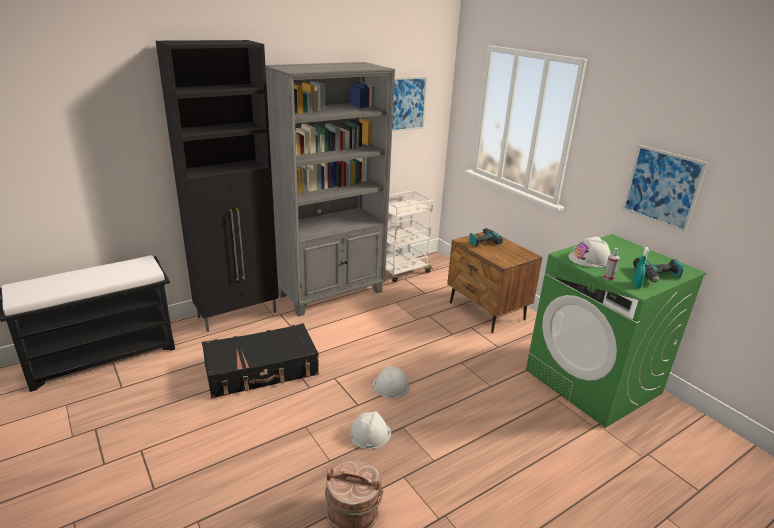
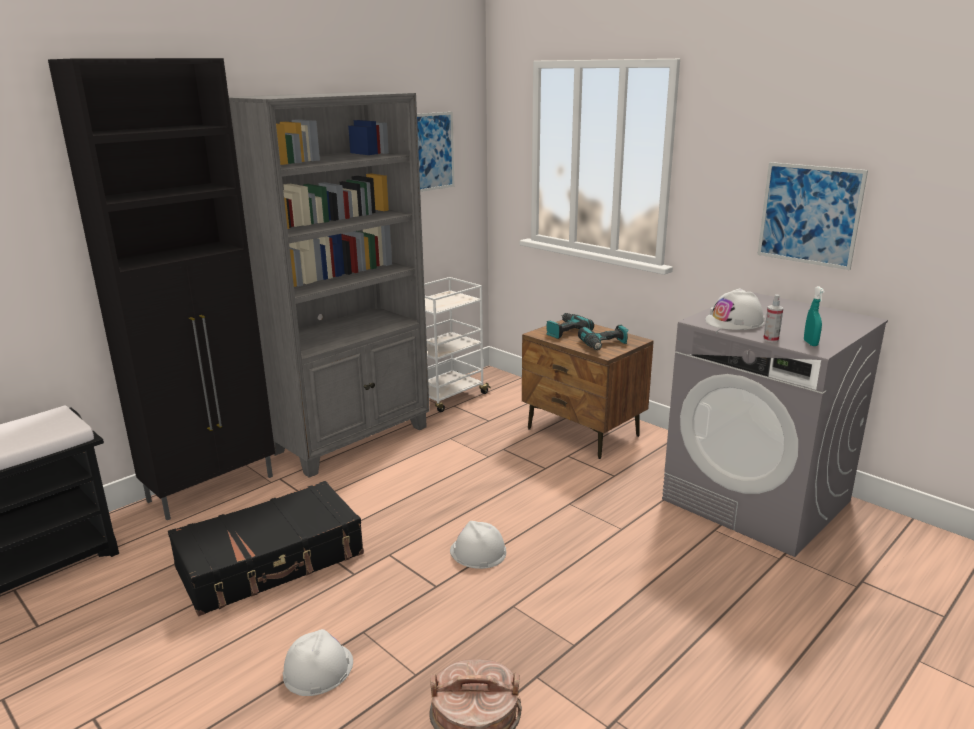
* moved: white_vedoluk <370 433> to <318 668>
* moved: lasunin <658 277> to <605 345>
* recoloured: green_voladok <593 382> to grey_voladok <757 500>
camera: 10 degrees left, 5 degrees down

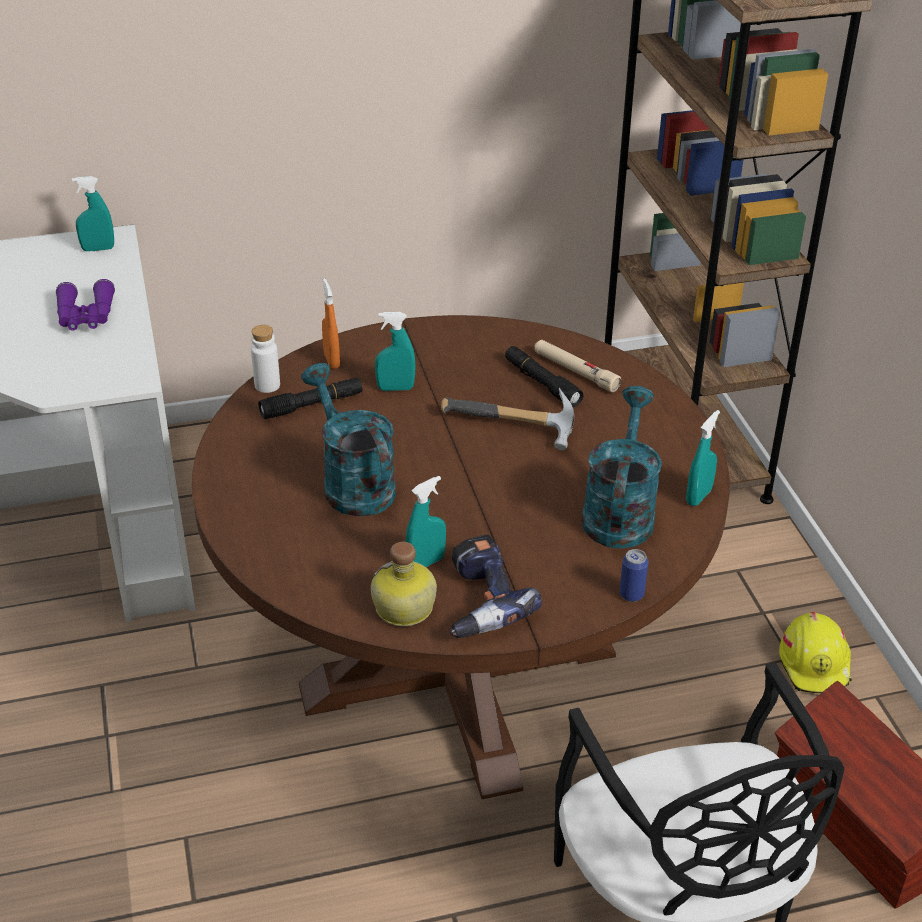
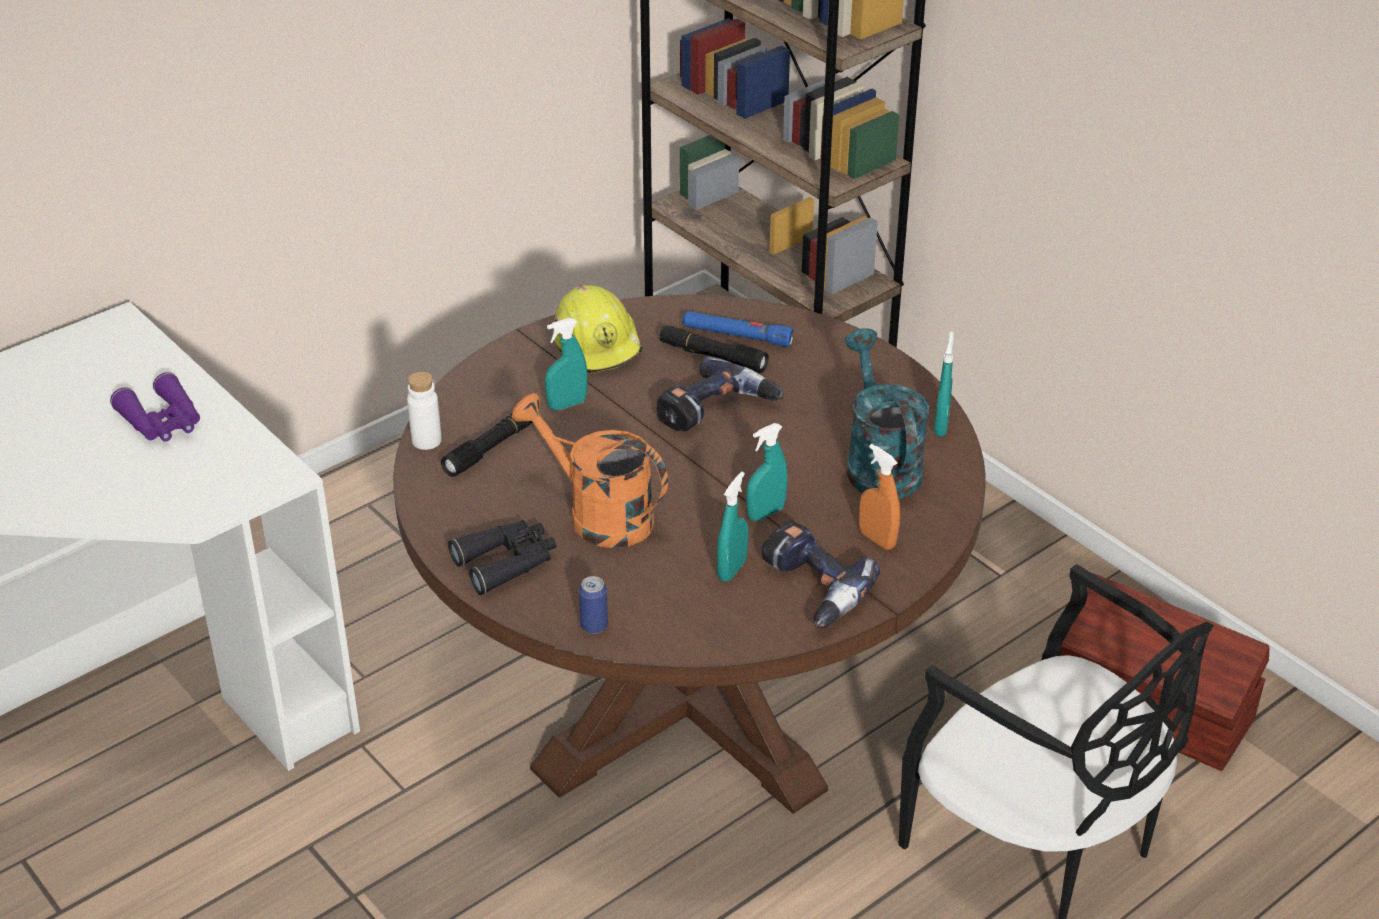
* removed: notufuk <403 609>
* added: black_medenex <507 562>
* moved: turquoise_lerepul <98 249> to <765 513>
* moved: orange_lerepul <331 360> to <877 539>
* moved: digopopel <631 594> to <594 626>
* moved: yellow_vedoluk <815 664> to <599 344>
* replaced: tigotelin <512 429> to lasunin <717 412>
* recoloured: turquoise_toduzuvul <352 483> to orange_toduzuvul <598 515>
* recoloured: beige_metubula <575 371> to blue_metubula <736 335>
camera: 25 degrees left, 0 degrees up

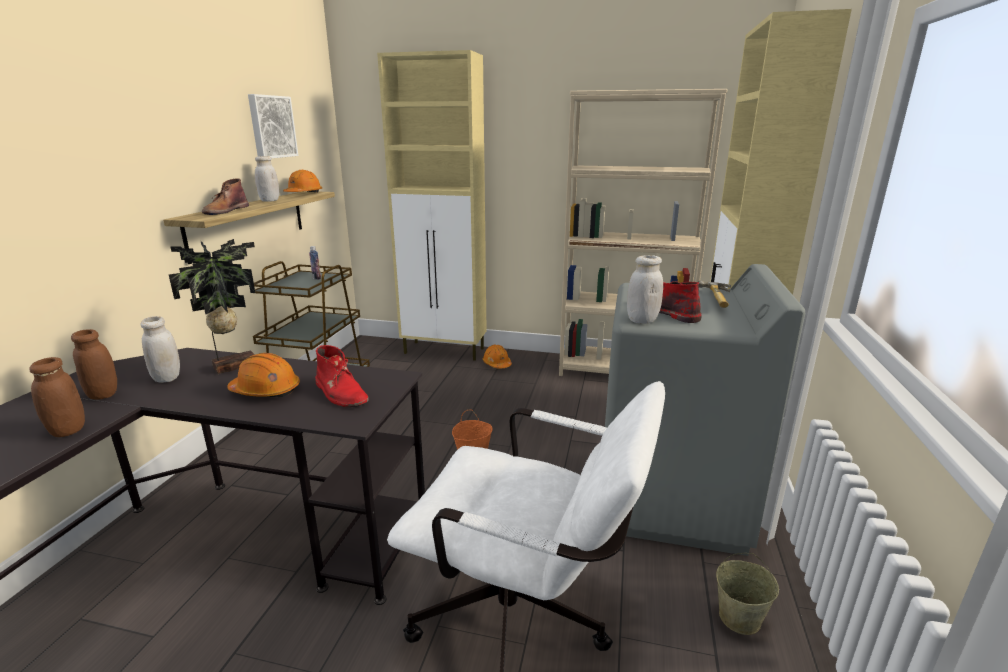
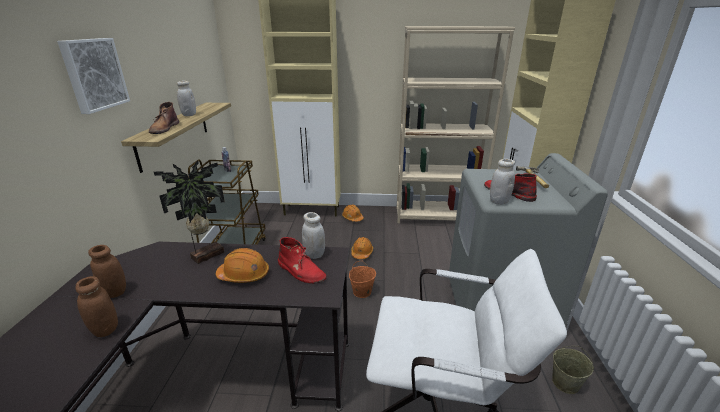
* moved: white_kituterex <167 378> to <314 254>
* moved: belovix <271 127> to <94 74>
* moved: orange_vedoluk <304 194> to <362 253>
camera: 10 degrees left, 5 degrees up

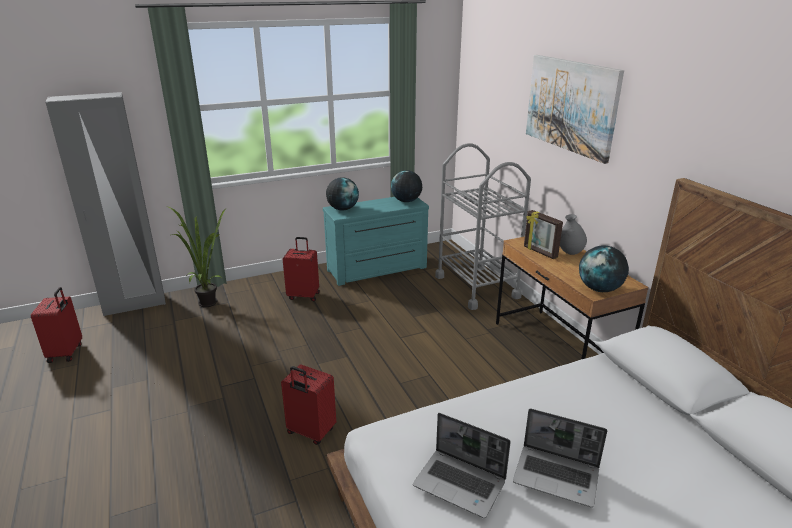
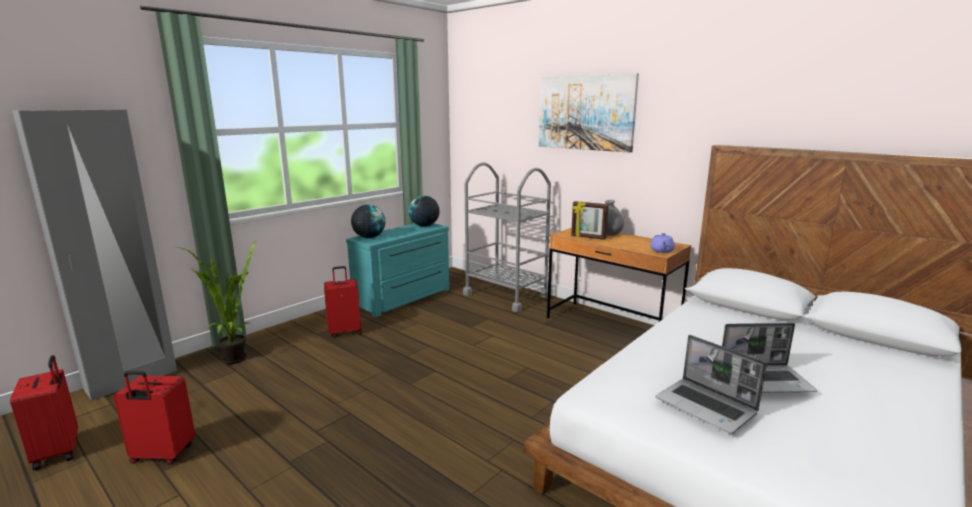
* moved: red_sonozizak <310 432> to <162 455>
* replaced: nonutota <599 289> to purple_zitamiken <661 251>
* turned: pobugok <461 483> = <706 406> 45 degrees clockwise
camera: 25 degrees left, 10 degrees down

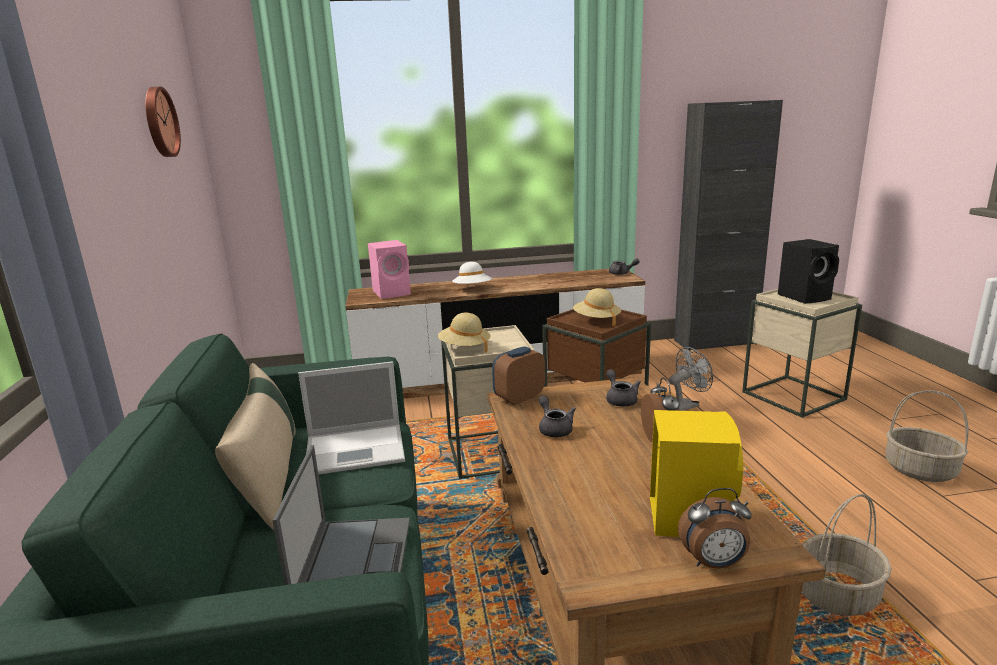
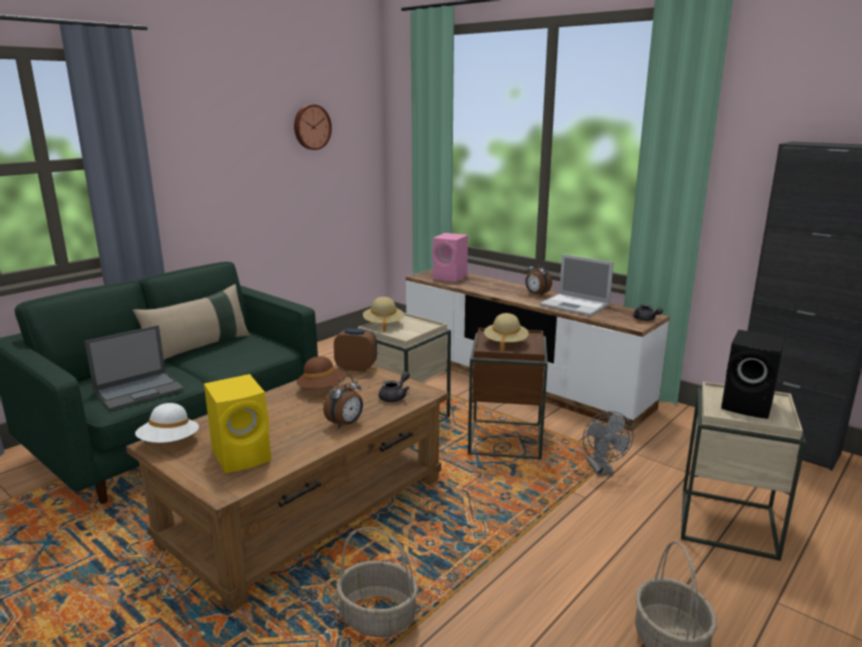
* moved: pobugok <357 449> to <576 305>
* moved: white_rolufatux <472 289> to <169 443>
* moved: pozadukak <713 563> to <536 294>
* replaced: grey_zitamiken <554 428> to brown_rolufatux <322 390>
* turned: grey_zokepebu <686 405> = <602 470> 60 degrees clockwise
camera: 50 degrees right, 0 degrees up

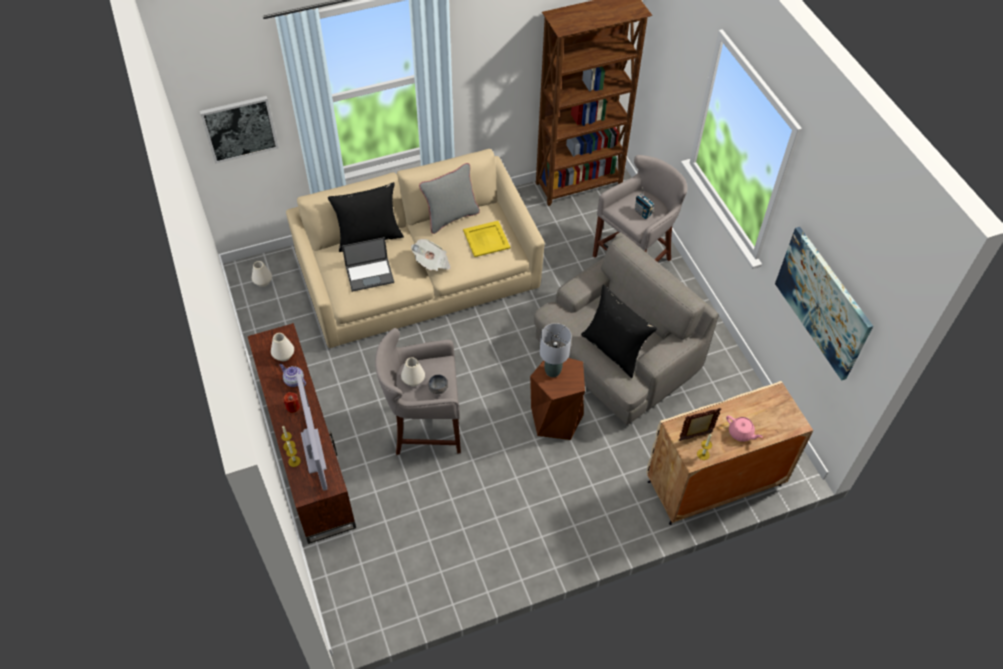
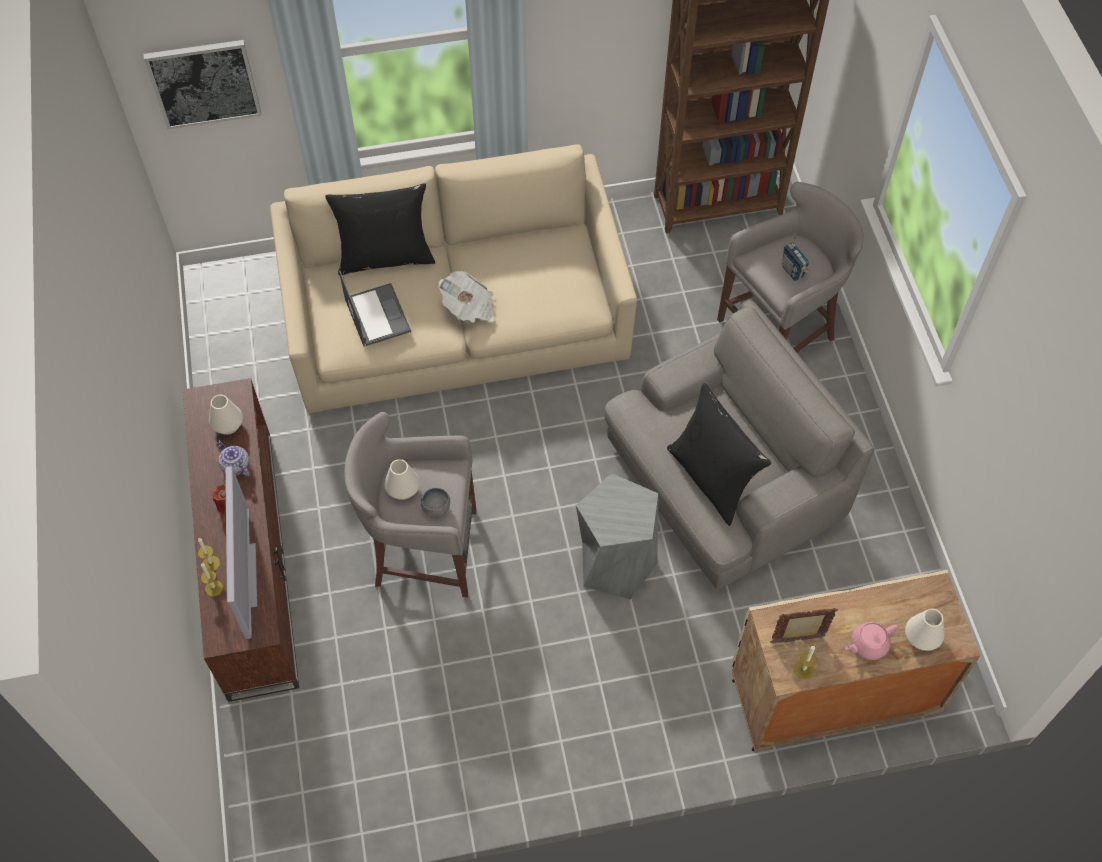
* removed: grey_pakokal <451 217>
* removed: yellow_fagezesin <486 239>
* removed: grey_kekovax <553 371>
* removed: belovix <823 302>
* moved: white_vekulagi <263 282> to <921 638>
* recoloured: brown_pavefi <556 418> to grey_pavefi <615 564>
* turned: pobugok <370 274> = <376 314> 105 degrees counterclockwise
* turned: pink_zitamiken <741 433> = <868 645> 105 degrees clockwise
camera: 10 degrees right, 5 degrees up

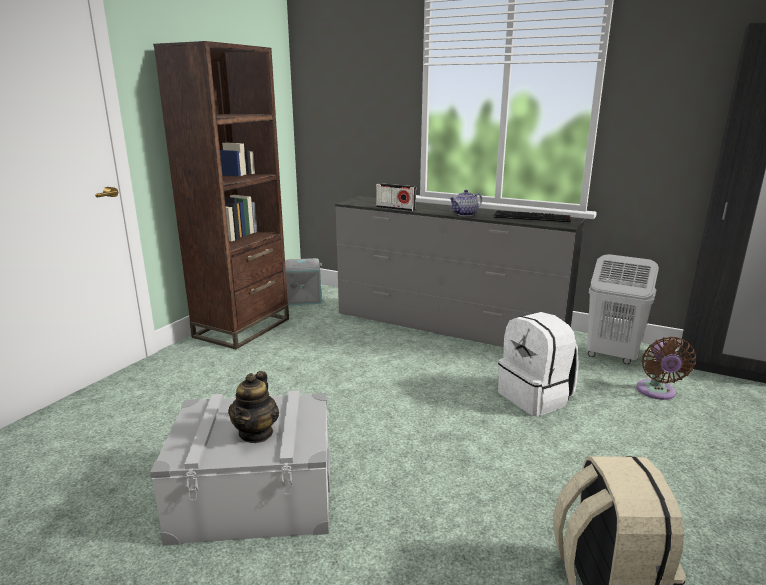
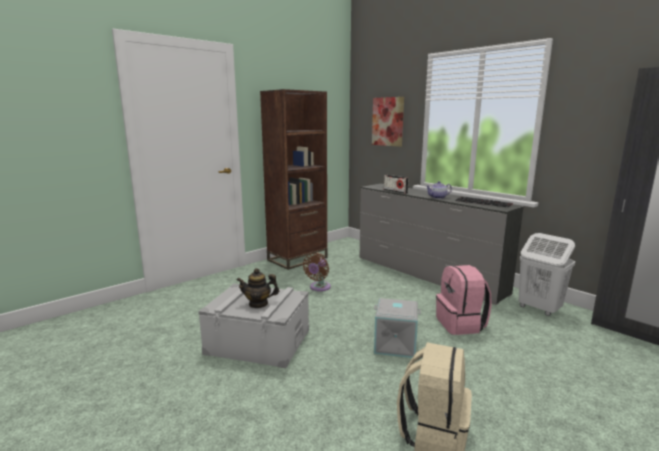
* added: belovix <388 121>
* moved: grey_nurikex <303 298> to <395 344>
* moved: brown_zokepebu <657 392> to <319 287>
* recoloured: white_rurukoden <535 397> to pink_rurukoden <461 324>
* turned: zitamiken <256 433> = <258 304> 60 degrees clockwise
camera: 20 degrees right, 5 degrees down

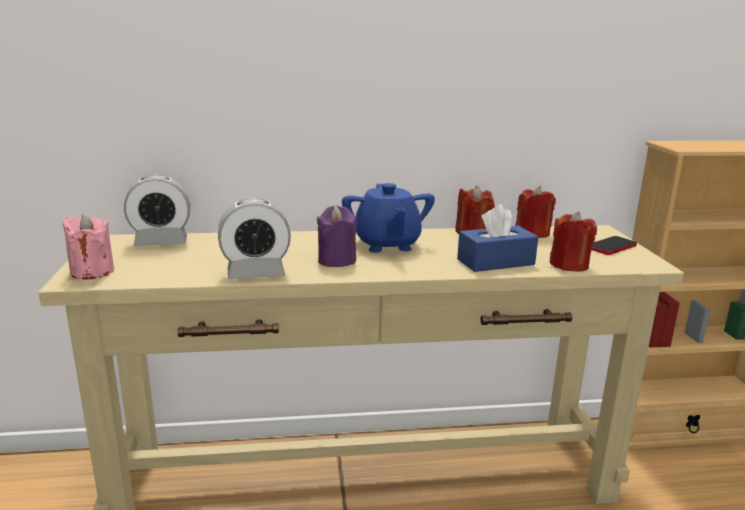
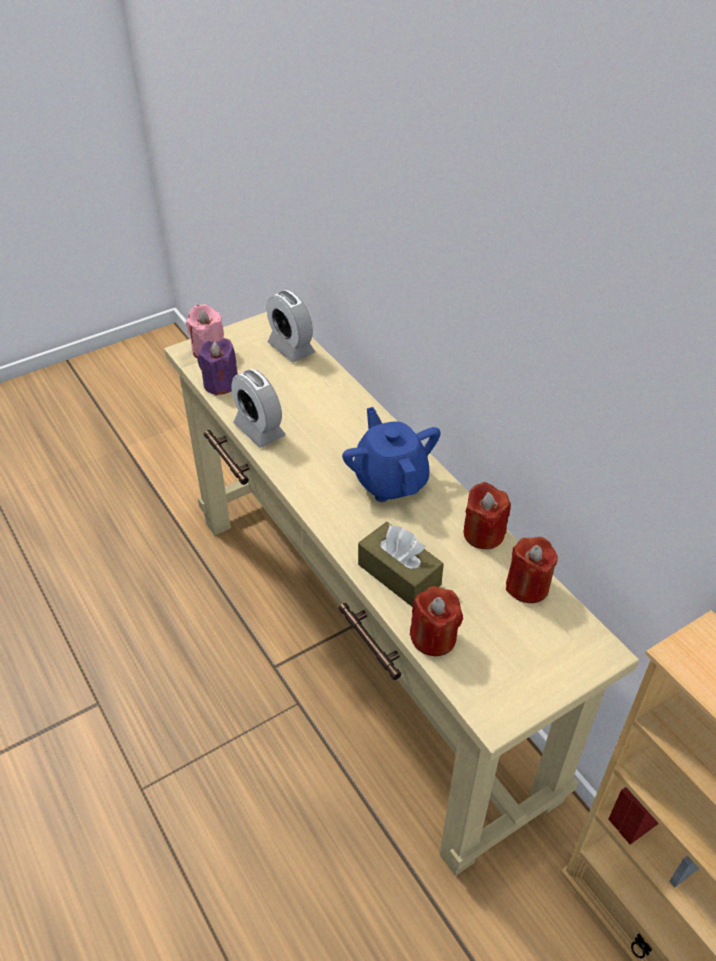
* removed: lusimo <611 246>
* moved: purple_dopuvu <337 260> to <221 384>
* recoloured: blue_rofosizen <495 262> to brown_rofosizen <399 574>
* turned: blue_zitamiken <387 244> = <390 480> 105 degrees clockwise
camera: 65 degrees right, 25 degrees up

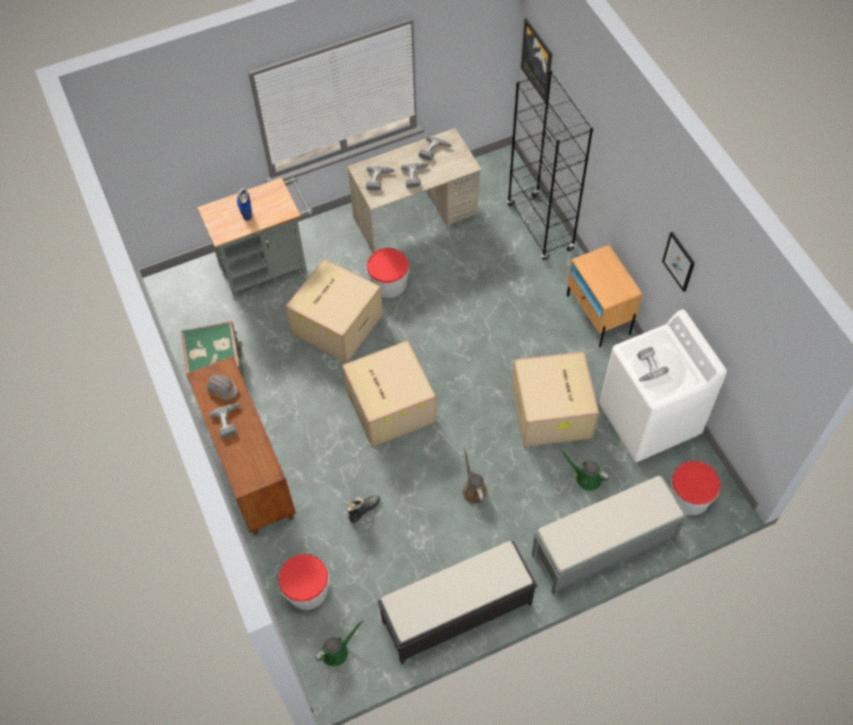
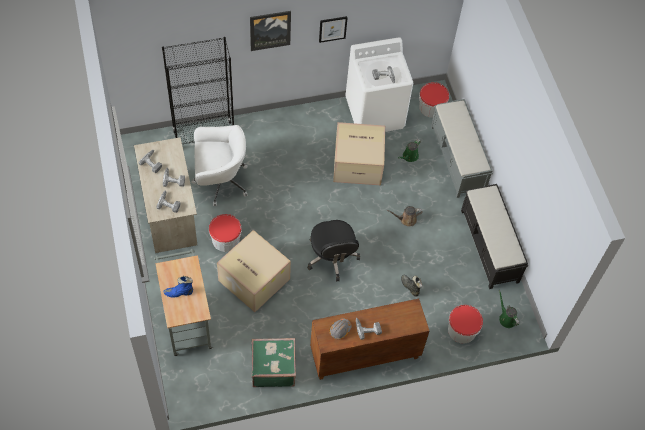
* removed: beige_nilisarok <598 315>
* added: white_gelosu <220 181>
* moved: belovix <537 60> to <270 30>
* replaced: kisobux <389 406> to black_gelosu <332 257>
camera: 85 degrees left, 0 degrees up

